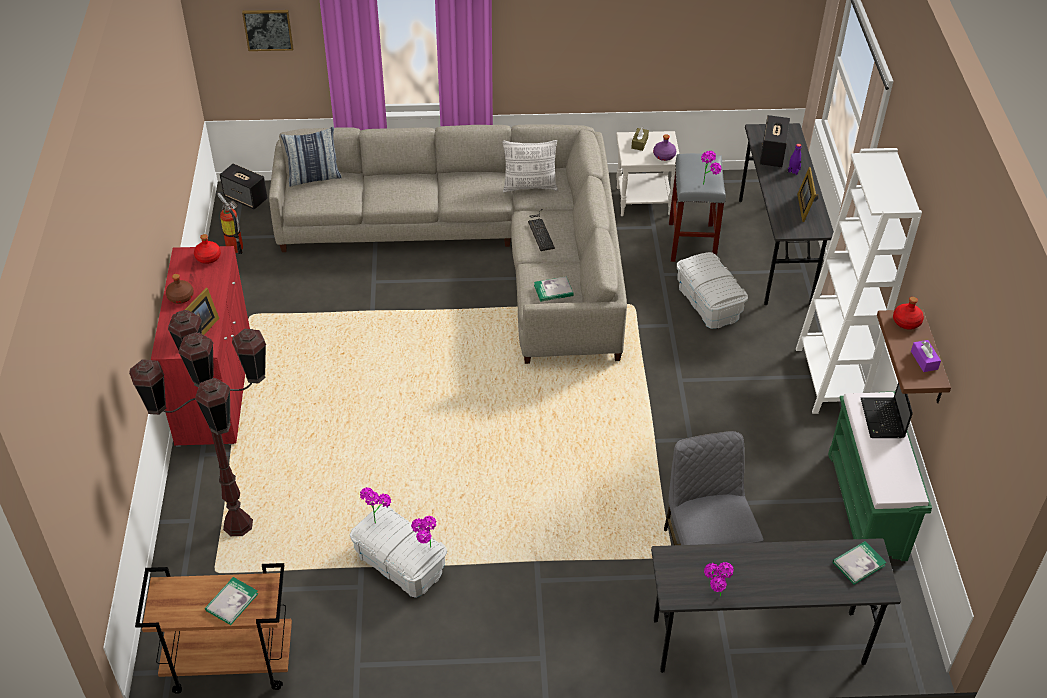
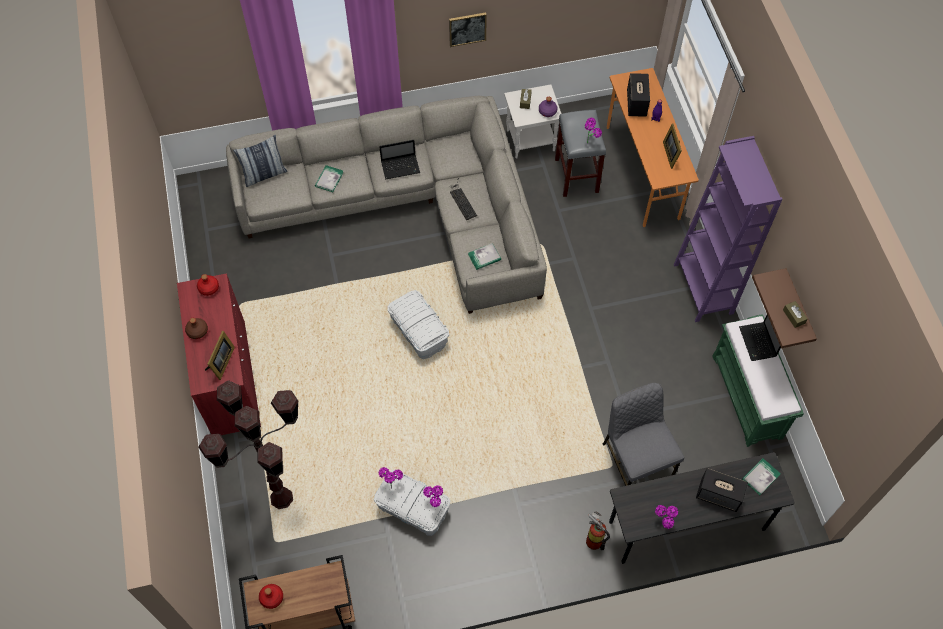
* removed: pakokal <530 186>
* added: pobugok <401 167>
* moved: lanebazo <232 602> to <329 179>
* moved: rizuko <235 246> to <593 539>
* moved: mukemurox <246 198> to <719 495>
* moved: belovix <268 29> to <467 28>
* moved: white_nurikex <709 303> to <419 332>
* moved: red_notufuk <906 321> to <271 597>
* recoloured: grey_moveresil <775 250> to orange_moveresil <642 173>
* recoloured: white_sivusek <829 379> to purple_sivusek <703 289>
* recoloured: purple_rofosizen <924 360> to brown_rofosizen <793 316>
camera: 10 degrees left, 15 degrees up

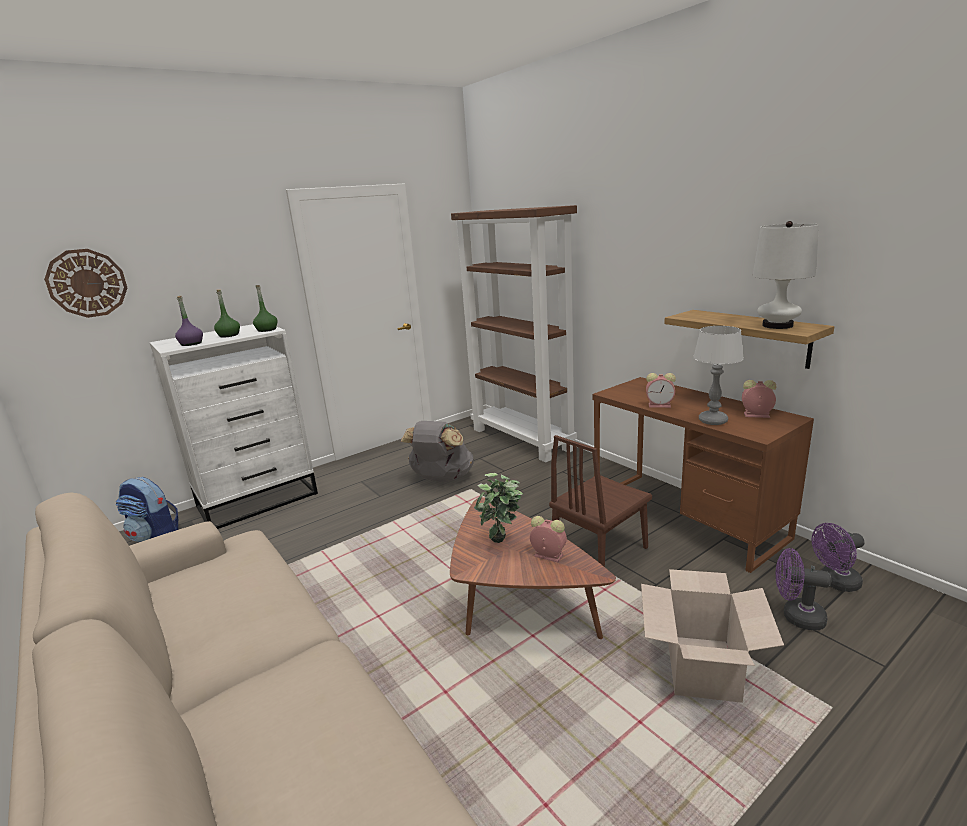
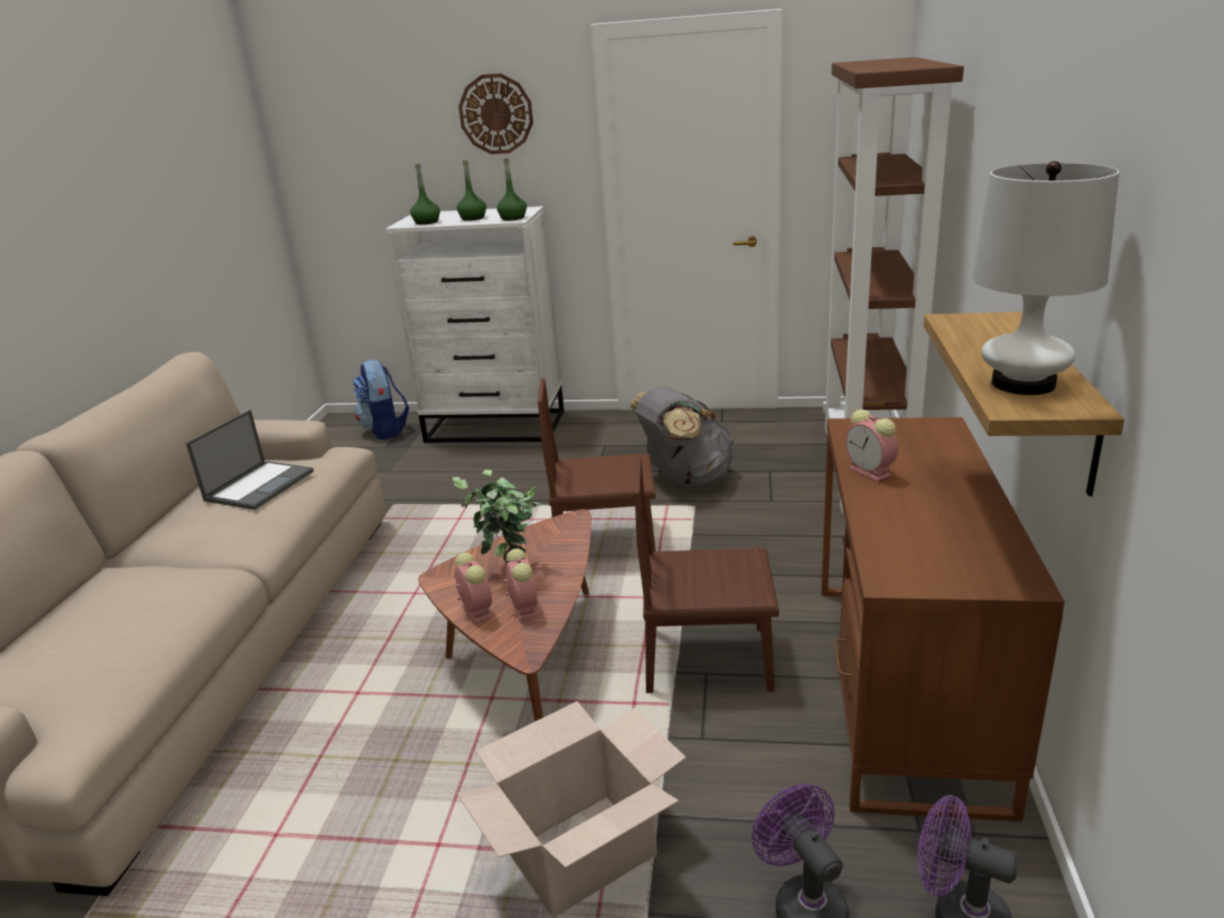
* removed: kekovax <713 421>
* added: pobugok <260 485>
* added: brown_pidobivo <605 544>
* moved: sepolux <87 283> to <496 114>
* moved: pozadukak <755 415> to <475 610>
* recoloured: purple_notufuk <191 344> to green_notufuk <426 222>
camera: 45 degrees right, 5 degrees up

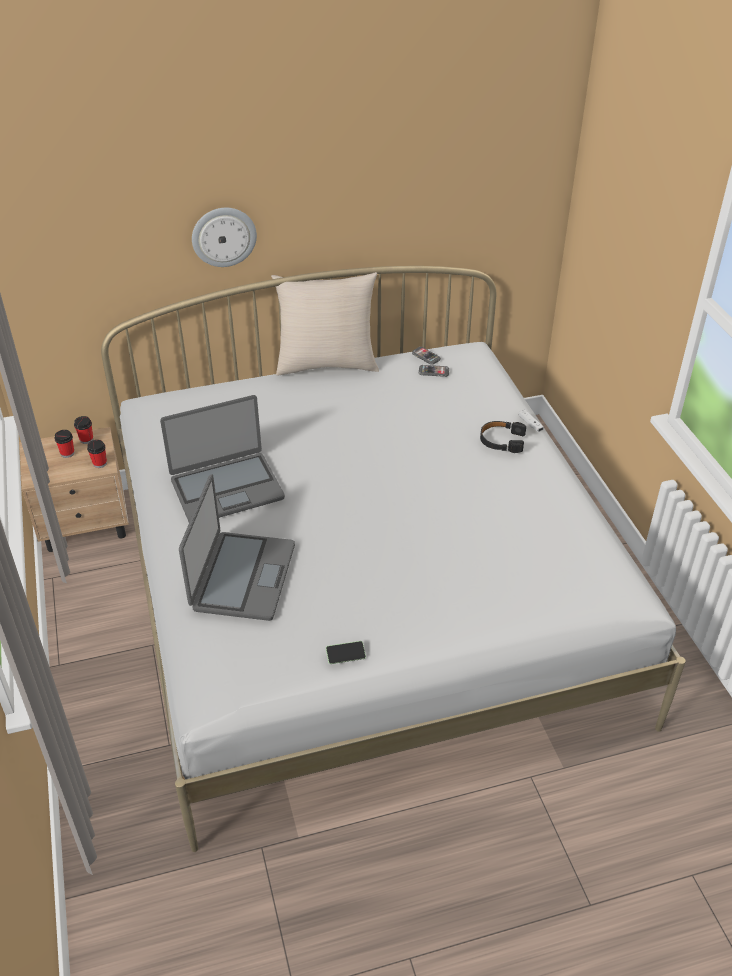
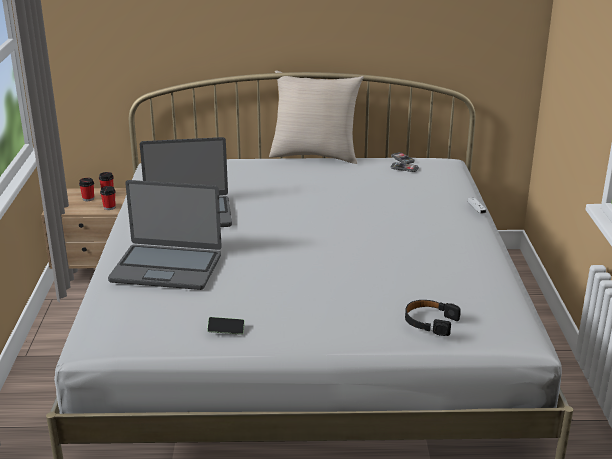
* removed: sepolux <224 236>
* moved: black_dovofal <501 441> to <430 322>
* turned: pobugok <242 577> = <167 267> 75 degrees clockwise
camera: 15 degrees right, 15 degrees down

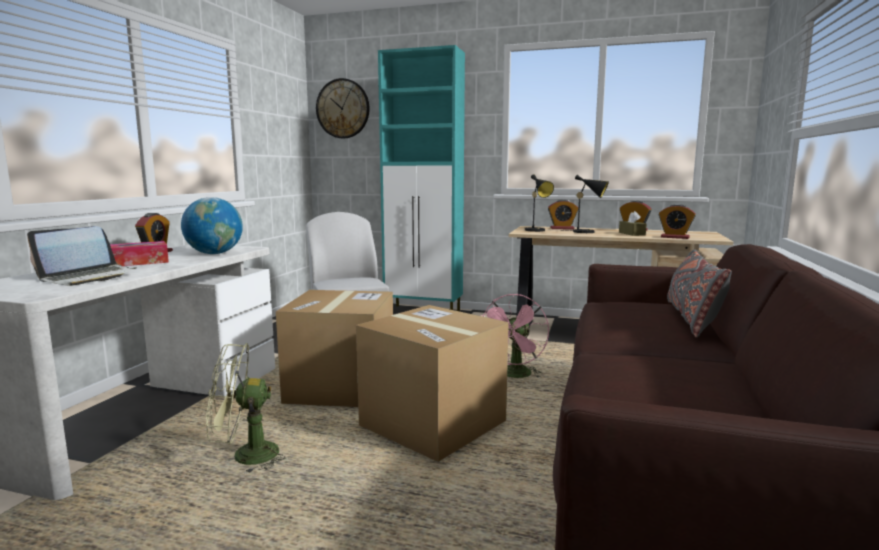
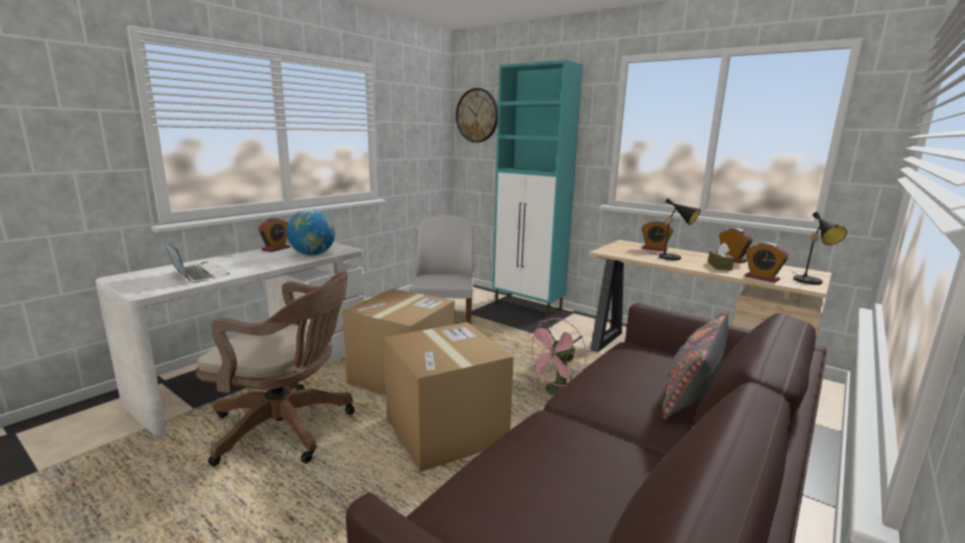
* removed: rofosizen <137 262>
* moved: black_kekovax <537 230> to <810 282>
* replaced: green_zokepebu <245 456> to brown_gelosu <288 428>
* turned: pobugok <88 277> = <198 275> 105 degrees counterclockwise
camera: 20 degrees right, 5 degrees up

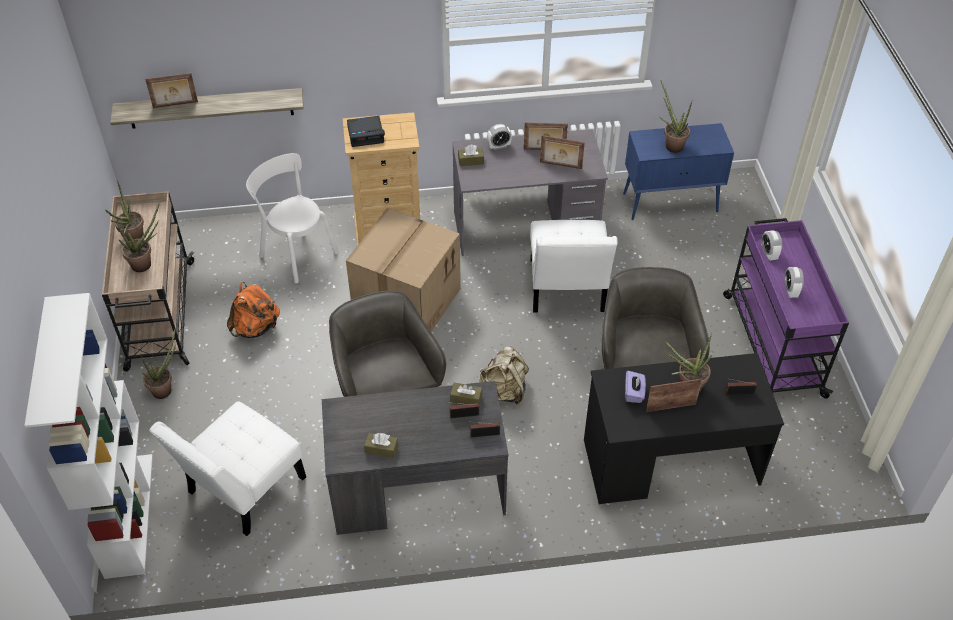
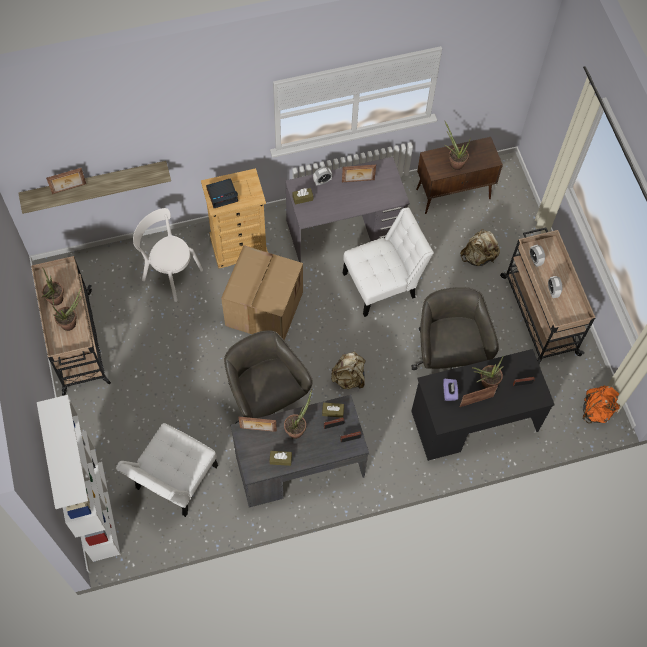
* added: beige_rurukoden <478 256>
* moved: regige <165 388> to <297 428>
* moved: orange_rurukoden <256 327> to <597 410>
* moved: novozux <560 165> to <258 430>
* recoloured: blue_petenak <671 202> to brown_petenak <454 194>
* recoloured: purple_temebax <772 343> to beige_temebax <539 314>
* turned: white_pidobivo <566 289> = <383 284> 105 degrees counterclockwise
camera: 10 degrees left, 15 degrees up

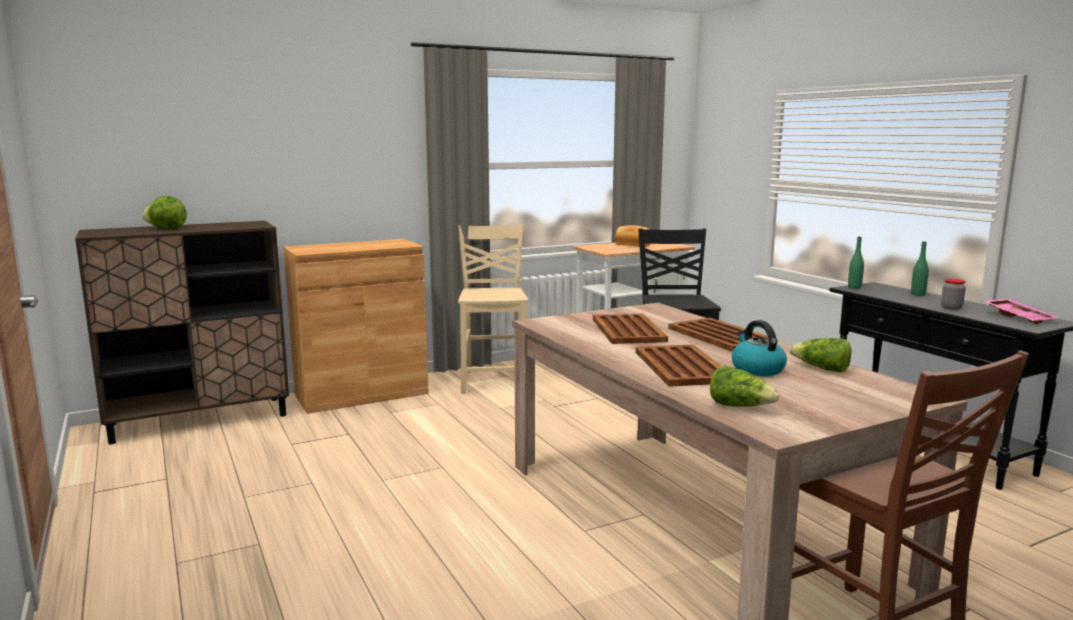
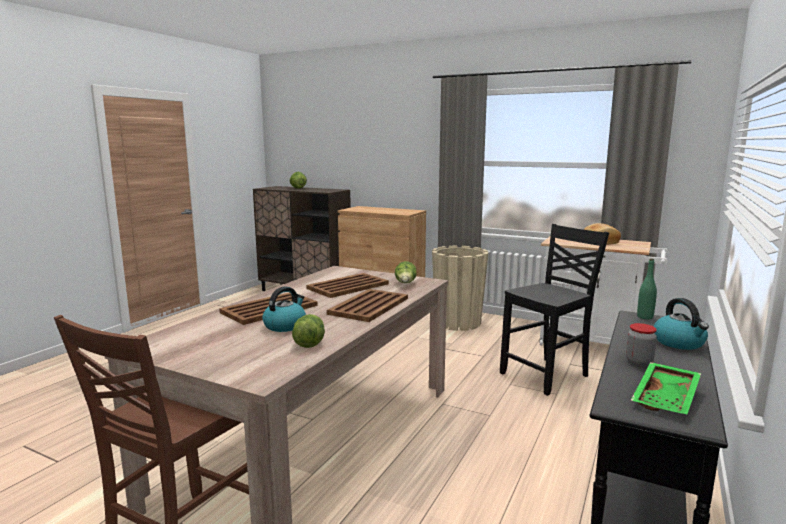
* moved: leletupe <740 407> to <405 283>
* replaced: beige_pidobivo <493 381> to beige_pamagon <457 322>
* replaced: green_notufuk <918 294> to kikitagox <679 343>
* recoloured: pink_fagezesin <1019 317> to green_fagezesin <667 398>
camera: 55 degrees right, 0 degrees up

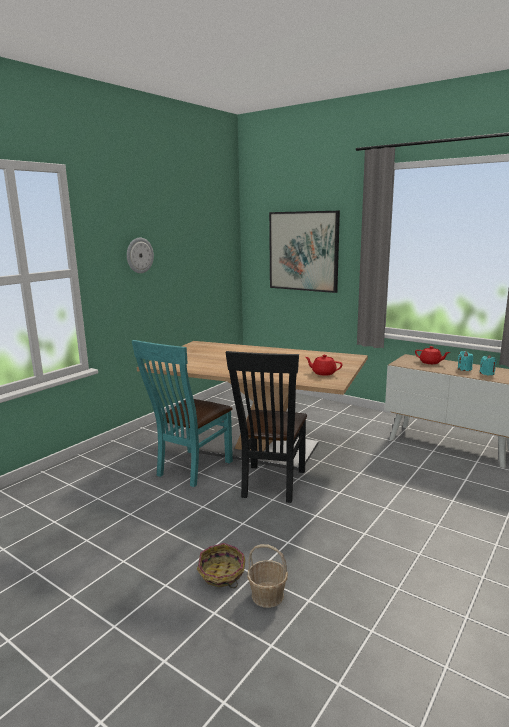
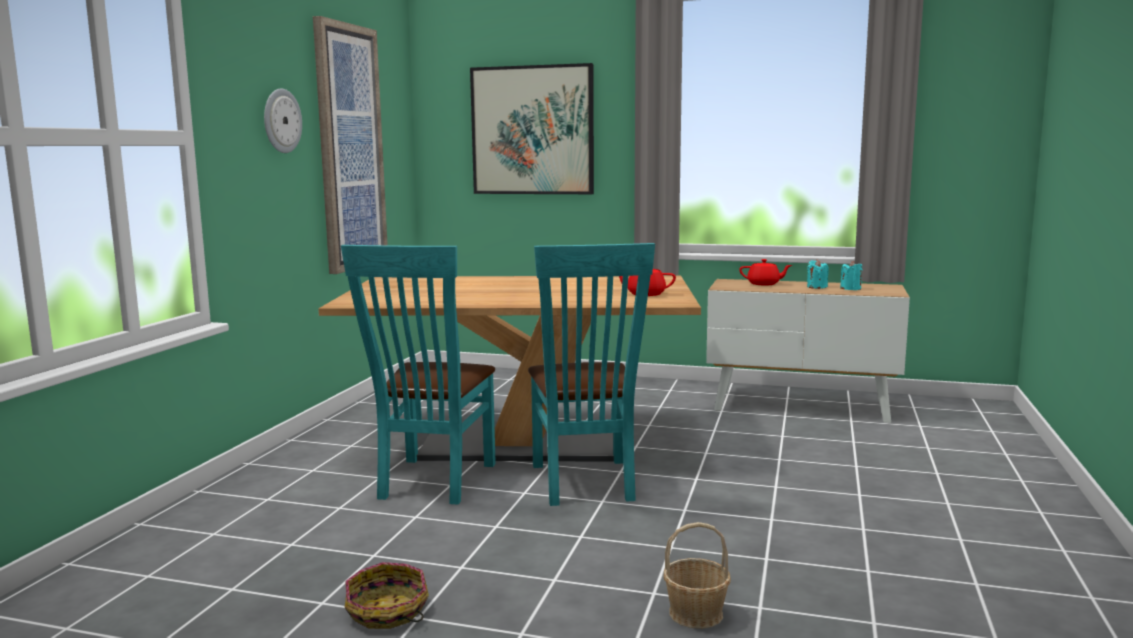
* added: belovix <349 148>
* moved: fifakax <221 574> to <387 612>
* recoloured: black_pidobivo <271 485> to turquoise_pidobivo <585 484>
camera: 20 degrees left, 5 degrees down

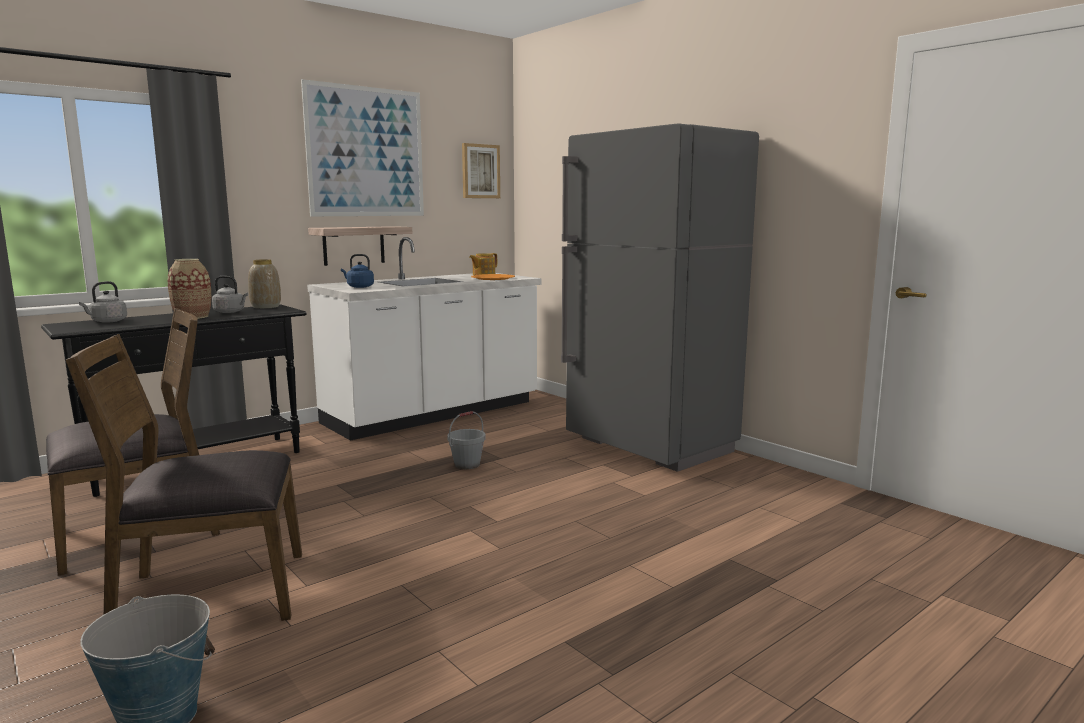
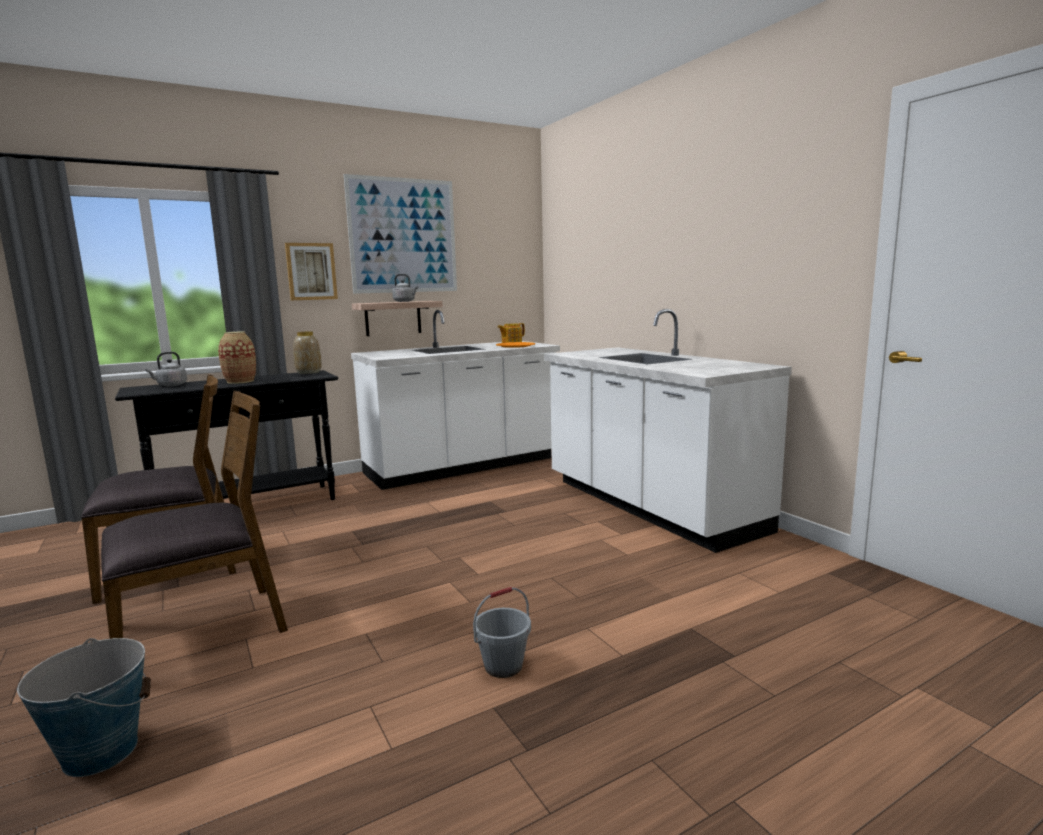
* removed: blue_kikitagox <359 287>
* moved: grey_kikitagox <230 312> to <405 301>
* moved: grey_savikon <467 464> to <503 665>
* moved: belovix <480 171> to <311 271>
* replaced: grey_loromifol <650 447> to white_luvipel <649 505>
* turned: brown_pidobivo <211 593> = <202 630> 150 degrees clockwise
camera: 10 degrees right, 0 degrees up

